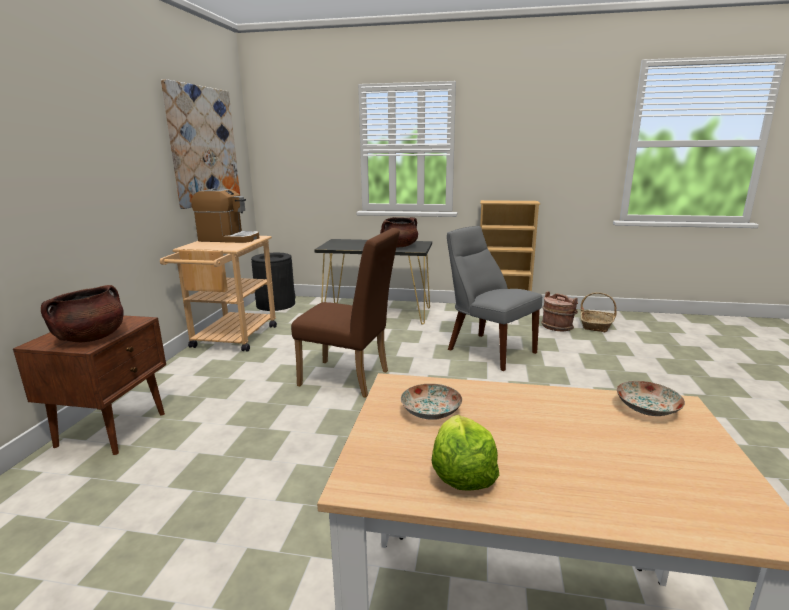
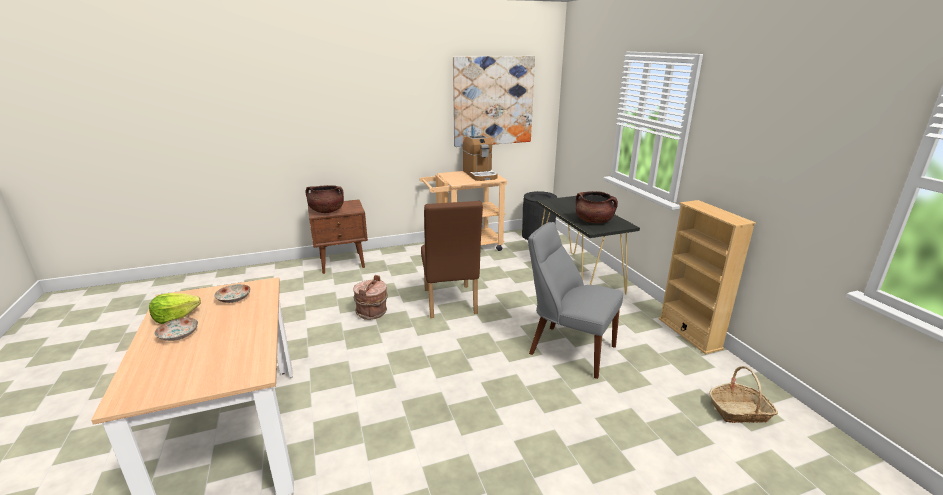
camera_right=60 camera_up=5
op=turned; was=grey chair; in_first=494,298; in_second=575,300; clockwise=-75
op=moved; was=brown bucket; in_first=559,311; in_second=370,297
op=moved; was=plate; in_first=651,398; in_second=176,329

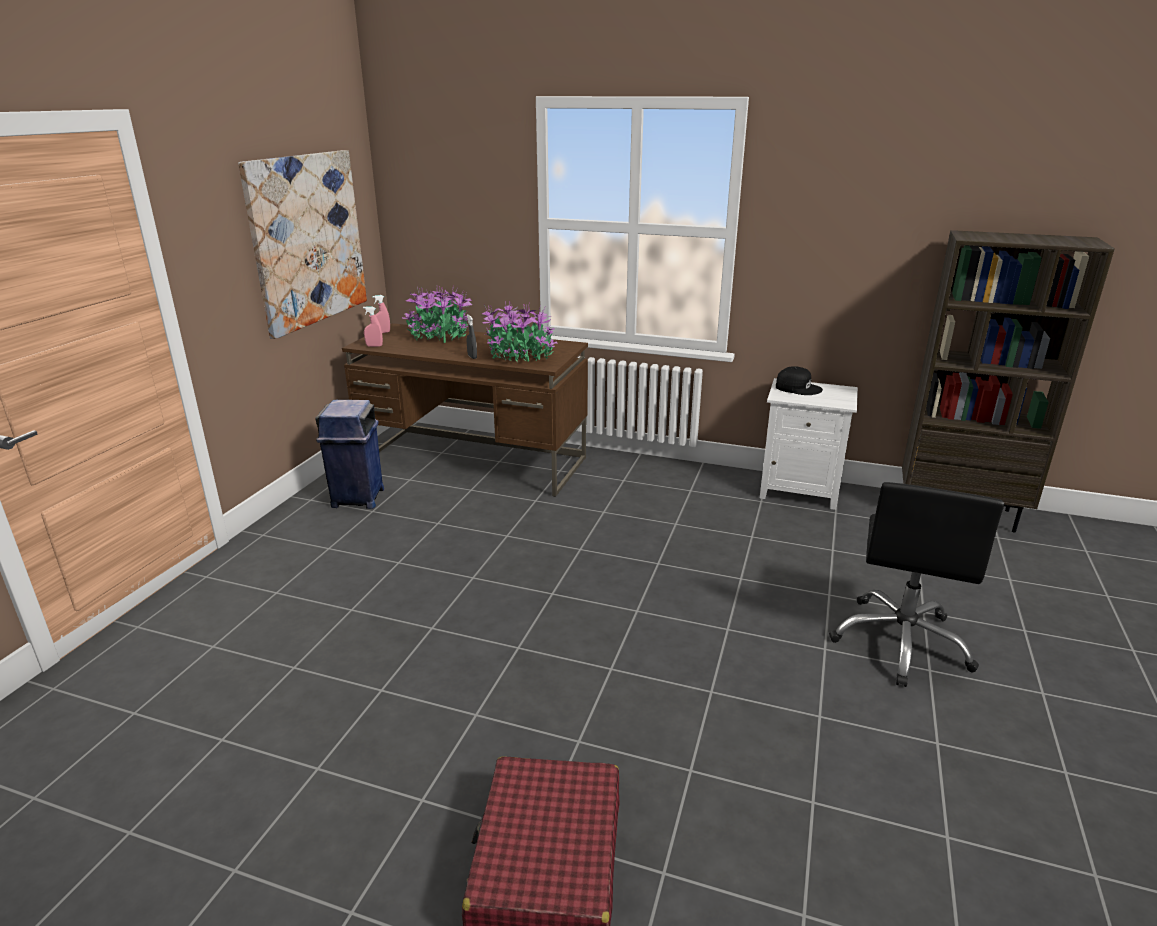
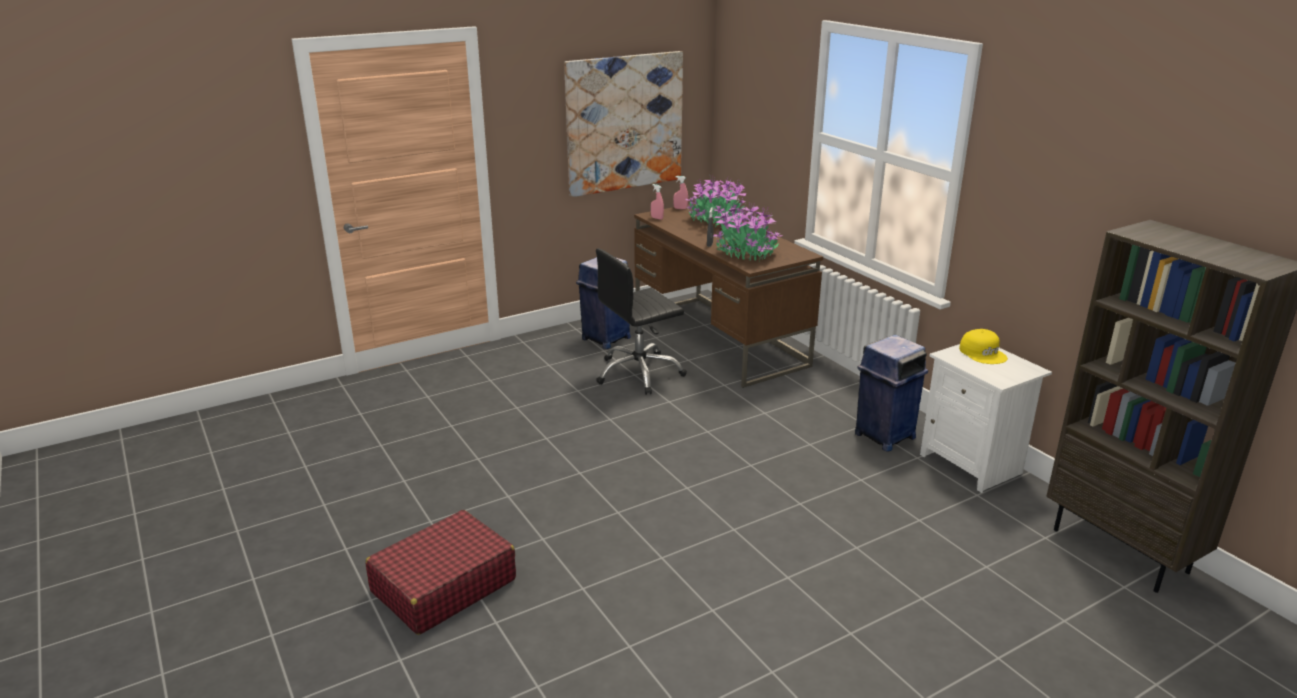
camera_right=40 camera_up=0
op=recoloured; was=black cap; now=yellow cap; in_first=799,380; in_second=983,346
op=moved; was=black office chair; in_first=916,584; in_second=641,321
op=added; now=blue trash can; in_second=891,393

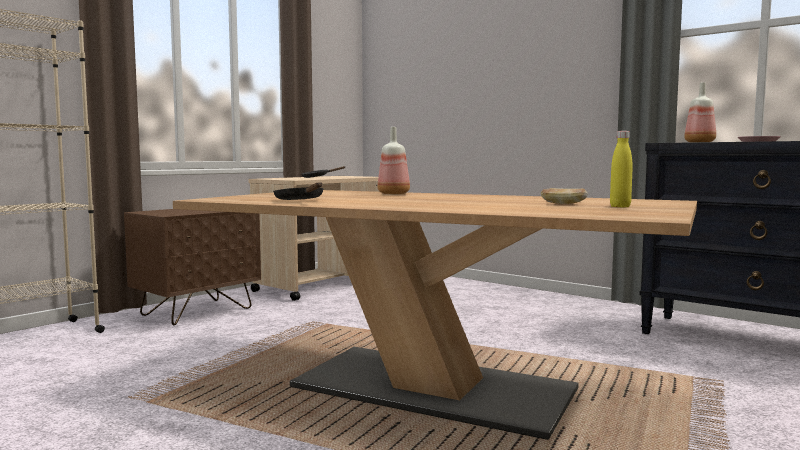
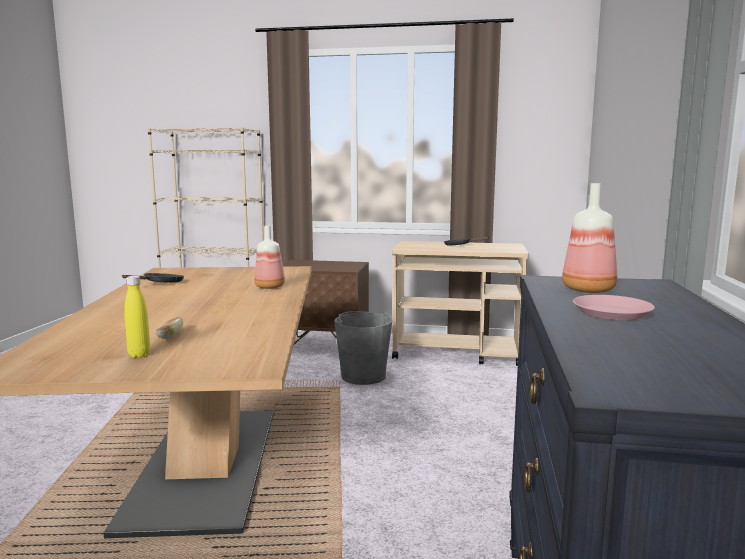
camera_right=60 camera_up=5
op=added; now=grey bucket; in_second=363,348

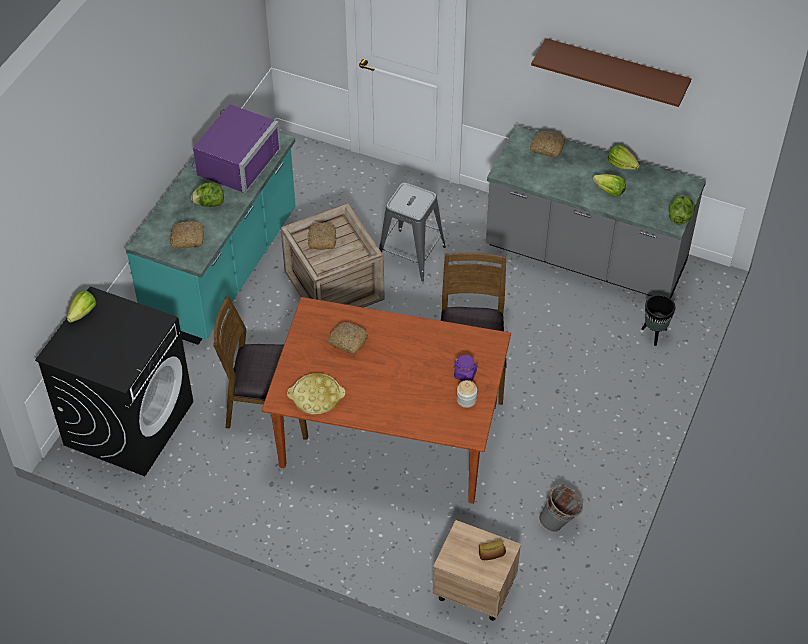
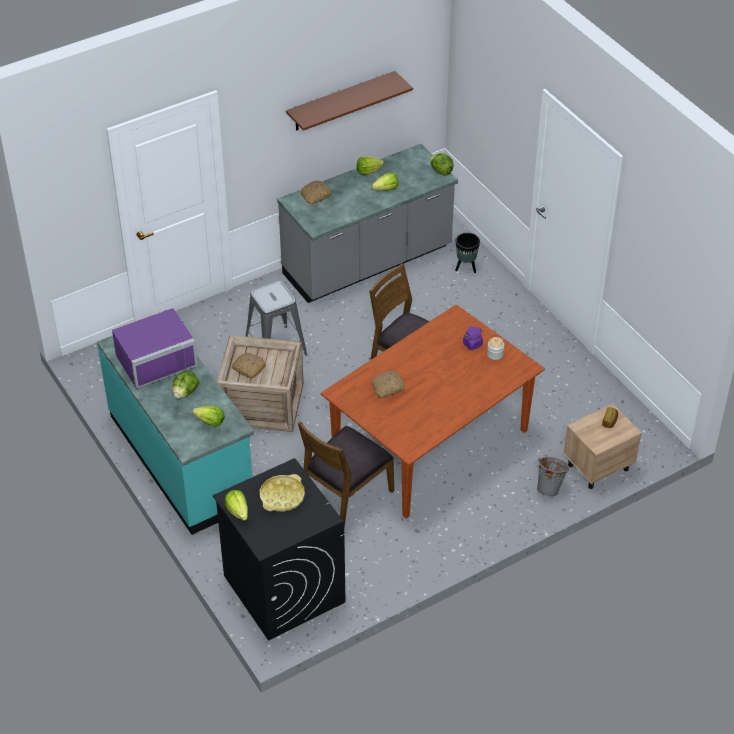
camera_right=-55 camera_up=-5
op=turned; was=purple microwave; in_first=236,148; in_second=155,348; clockwise=90
op=replaced; was=bread; now=lettuce; in_first=186,234; in_second=208,416
op=moved; was=yellow tray; in_first=316,393; in_second=282,493
op=moved; was=grey bucket; in_first=561,508; in_second=553,477

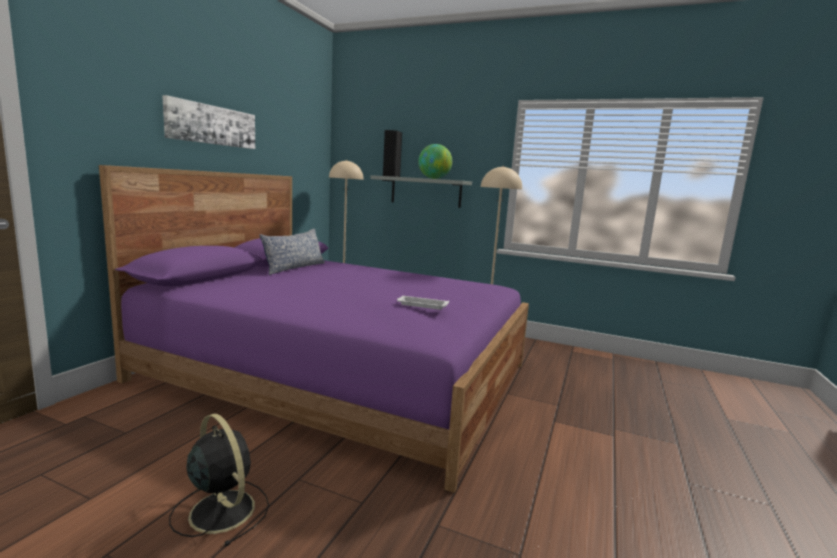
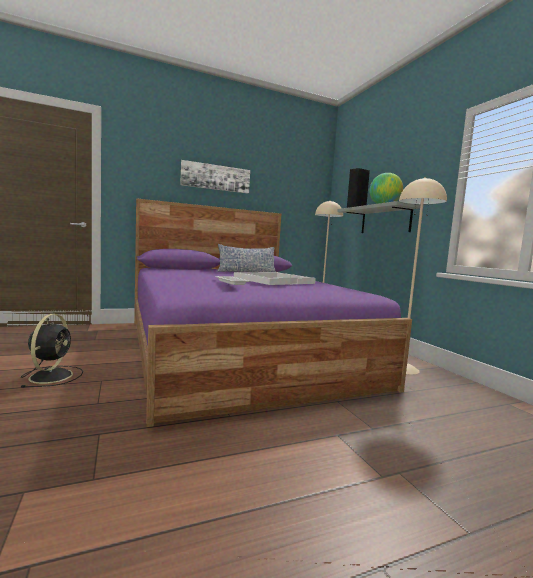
camera_right=45 camera_up=-5
op=added; now=white tray; in_second=275,278

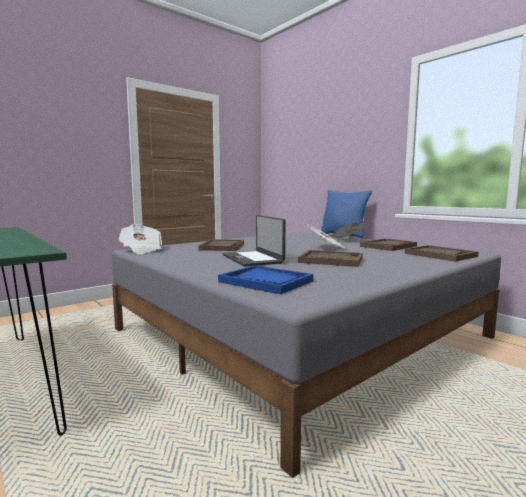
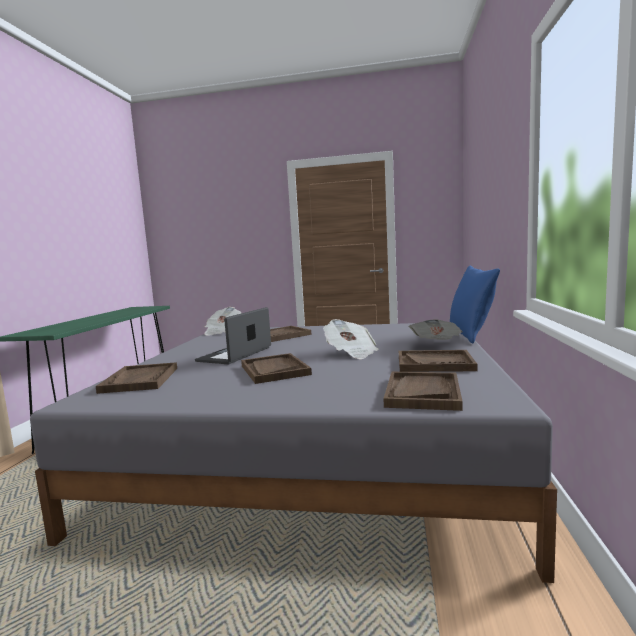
camera_right=50 camera_up=0
op=recoloured; was=blue tray; now=brown tray; in_first=265,279; in_second=136,378

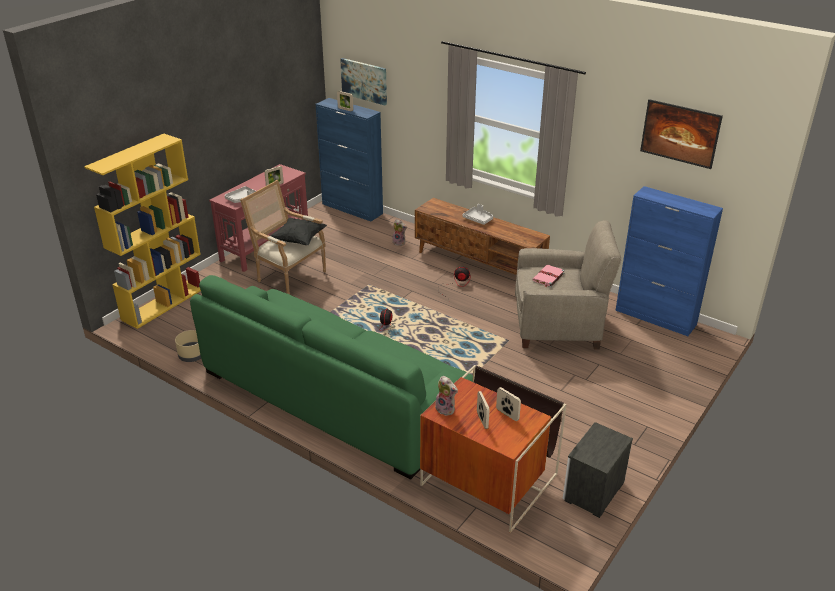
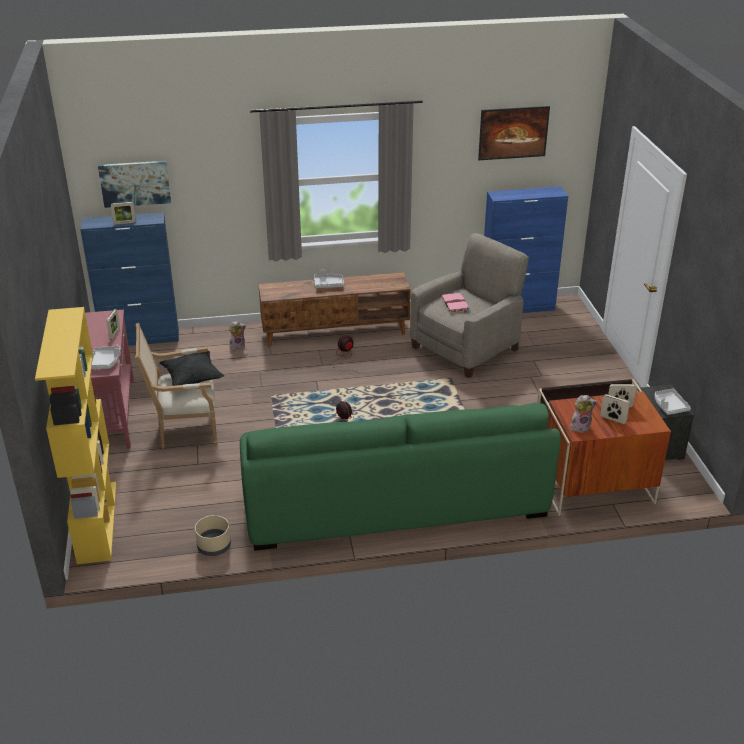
camera_right=-45 camera_up=0
op=added; now=grey tray; in_second=673,402

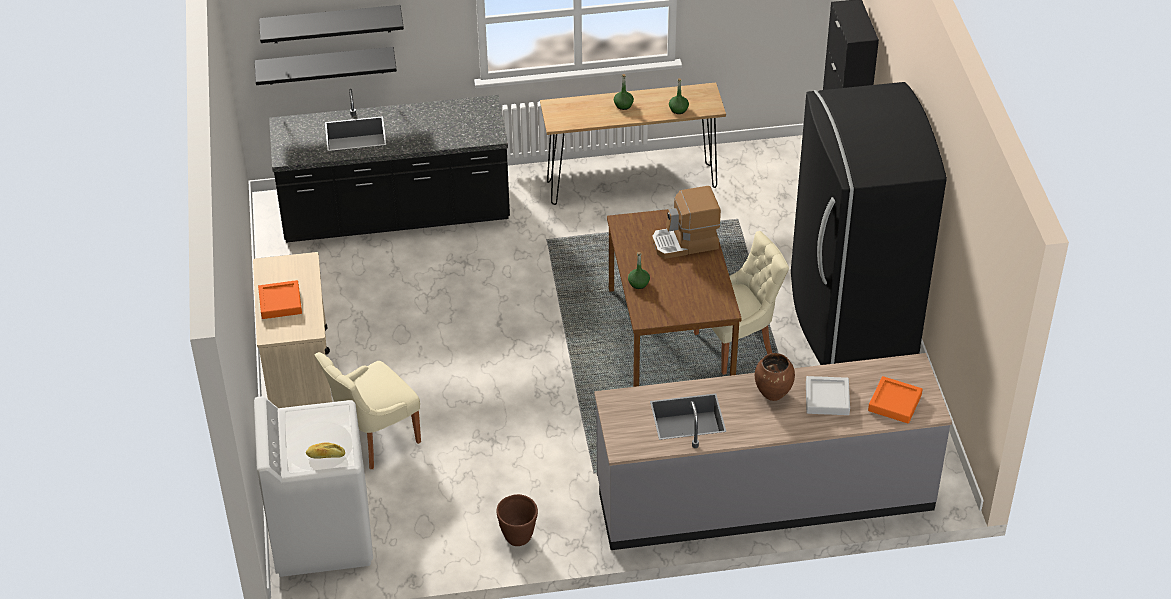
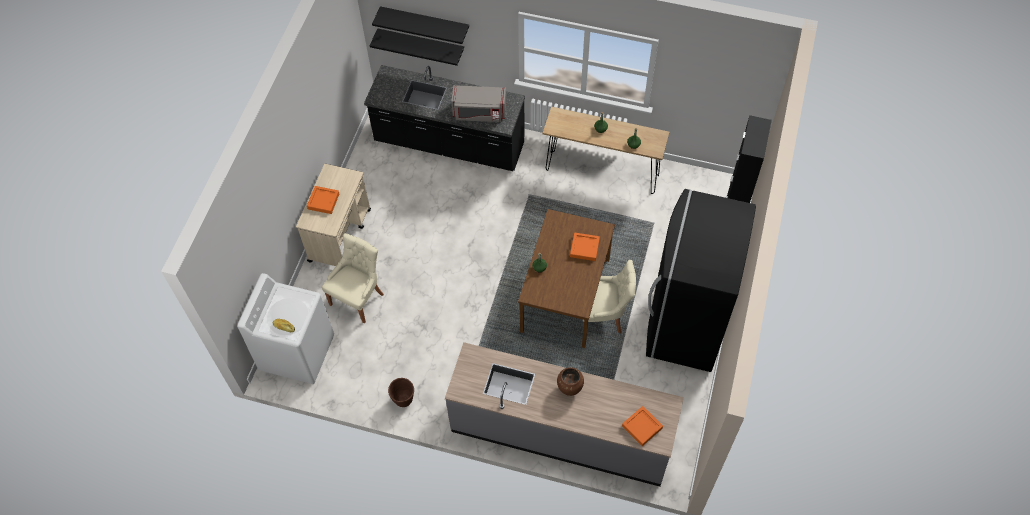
camera_right=25 camera_up=15
op=replaced; was=coffee machine; now=orange tray; in_first=686,222; in_second=585,247
op=turned; was=beige chair; in_first=367,410; in_second=353,278; clockwise=135
op=removed; was=grey tray; in_first=828,395
op=added; now=grey microwave; in_second=478,103

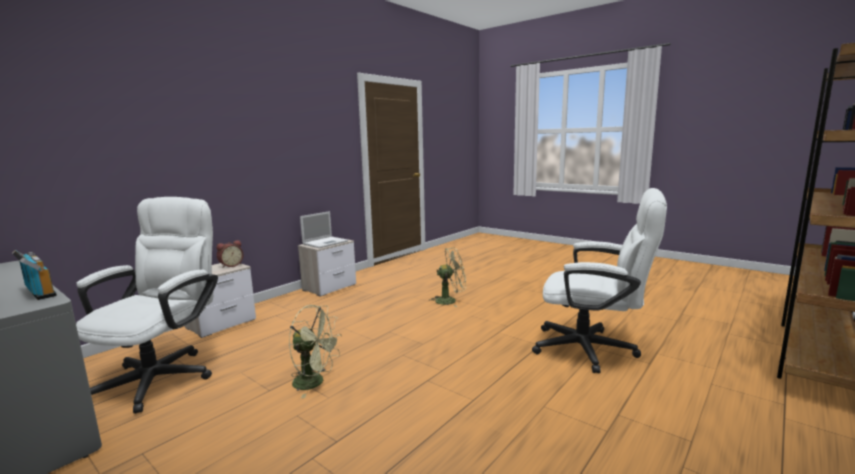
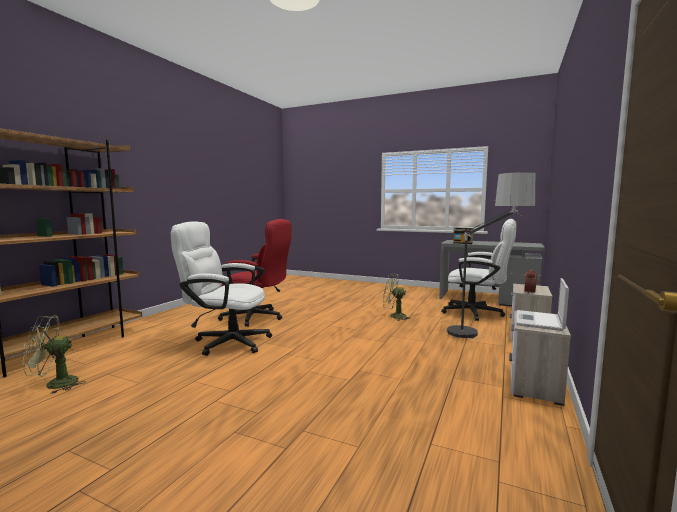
camera_right=165 camera_up=-5
op=turned; was=white office chair; in_first=147,305; in_second=479,270; clockwise=-60
op=moved; was=green fan; in_first=447,277; in_second=54,354
op=added; now=floor lamp; in_second=491,255
op=added; now=red office chair; in_second=255,273

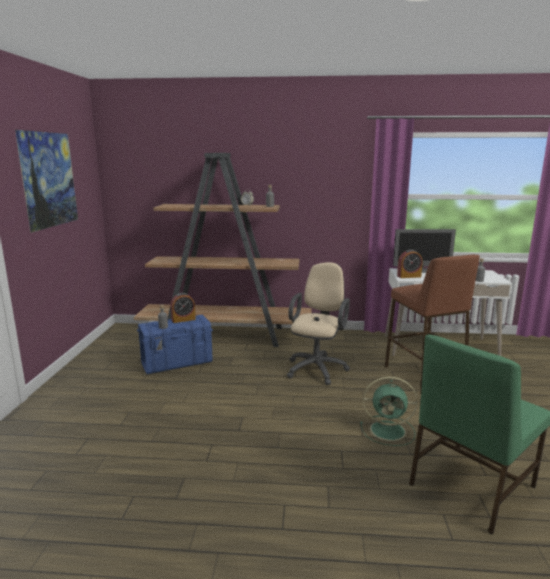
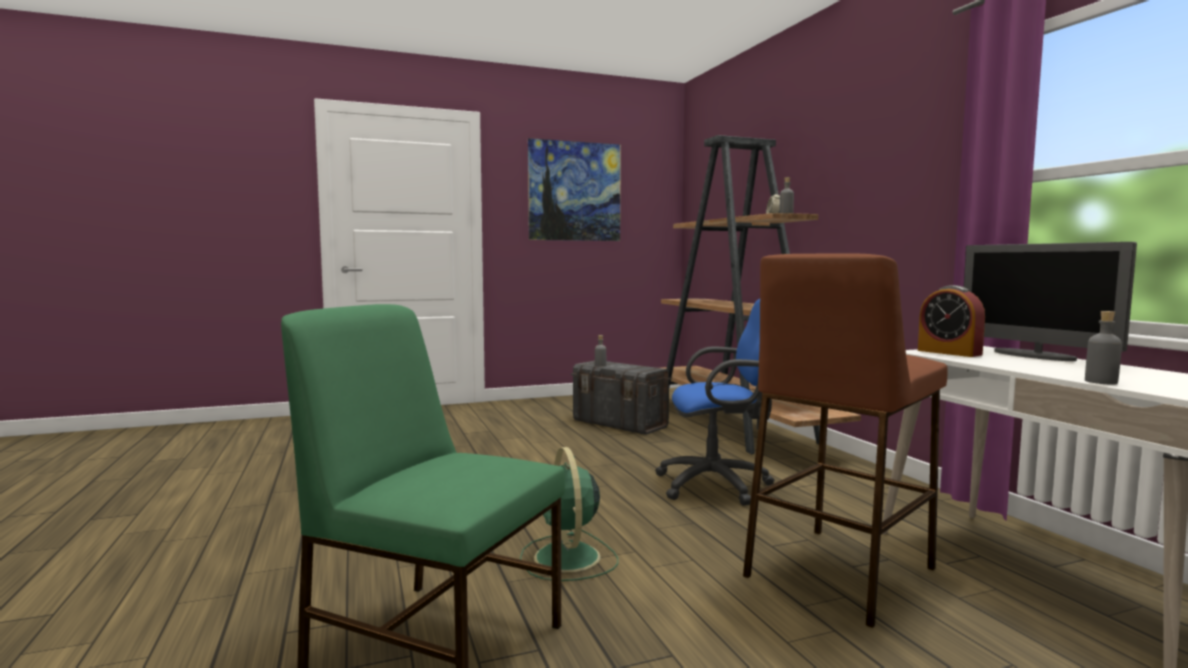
camera_right=65 camera_up=-10
op=recoloured; was=beige office chair; now=blue office chair; in_first=318,323; in_second=715,402
op=removed; was=alarm clock; in_first=183,308
op=recoloured; was=blue storage box; now=grey storage box; in_first=175,344; in_second=621,398

